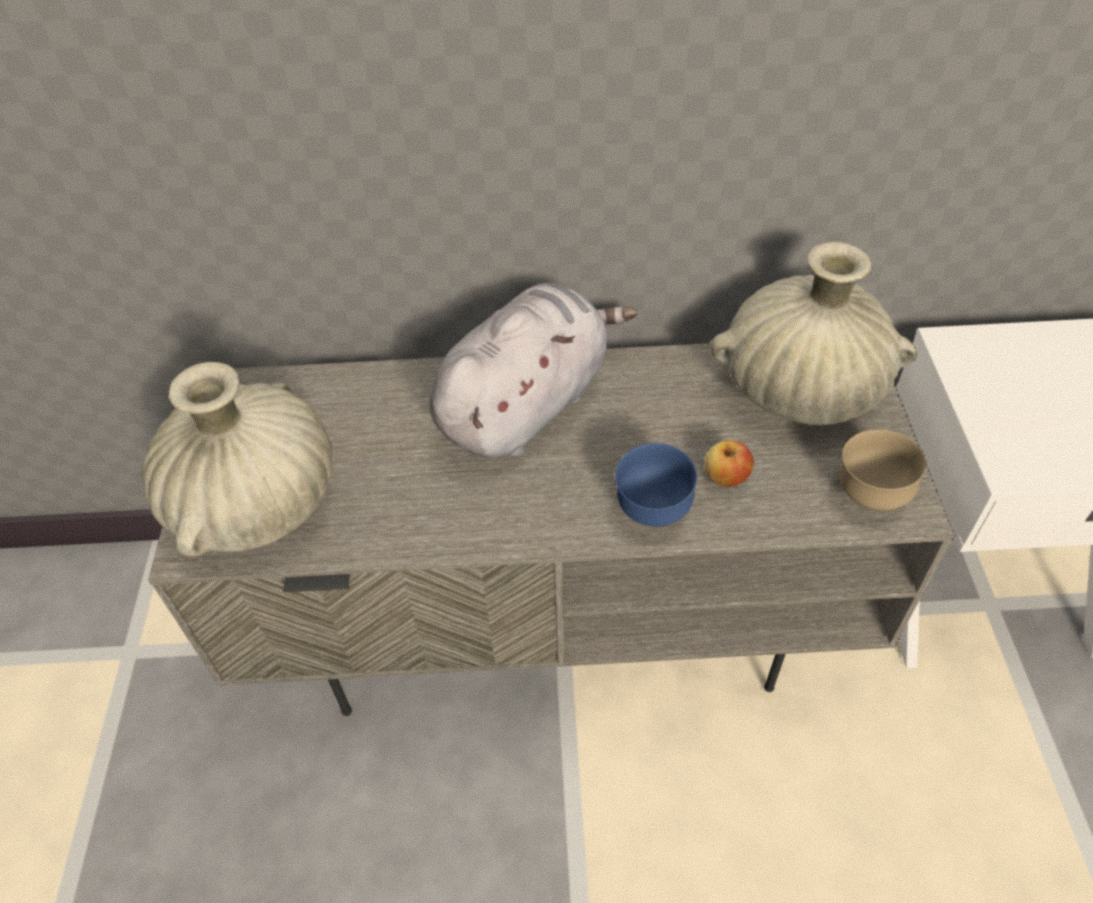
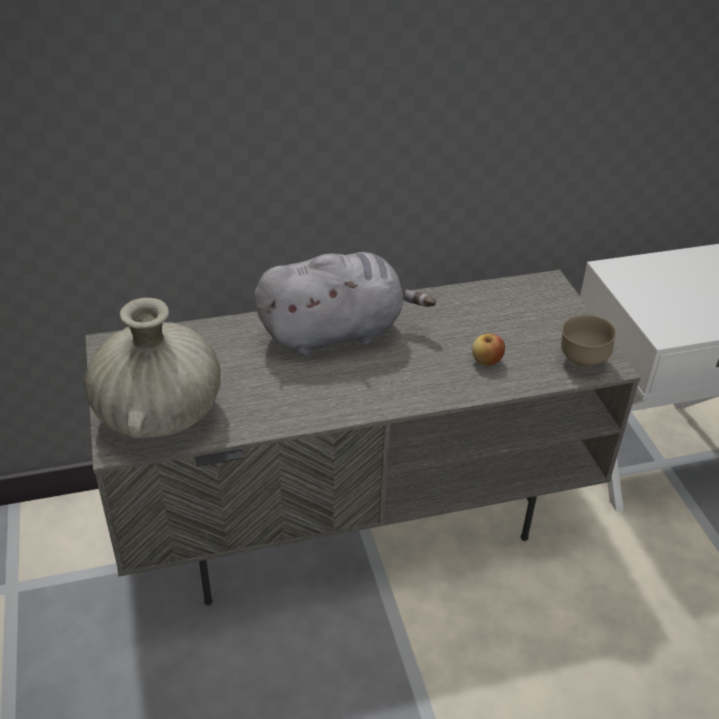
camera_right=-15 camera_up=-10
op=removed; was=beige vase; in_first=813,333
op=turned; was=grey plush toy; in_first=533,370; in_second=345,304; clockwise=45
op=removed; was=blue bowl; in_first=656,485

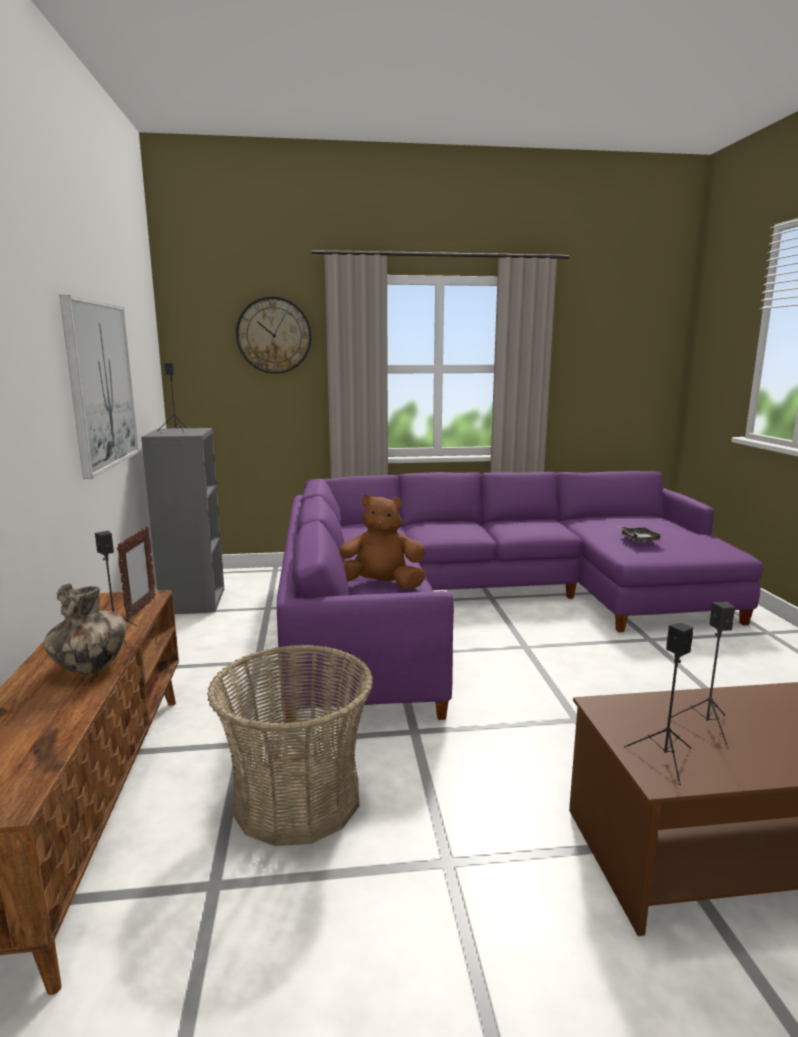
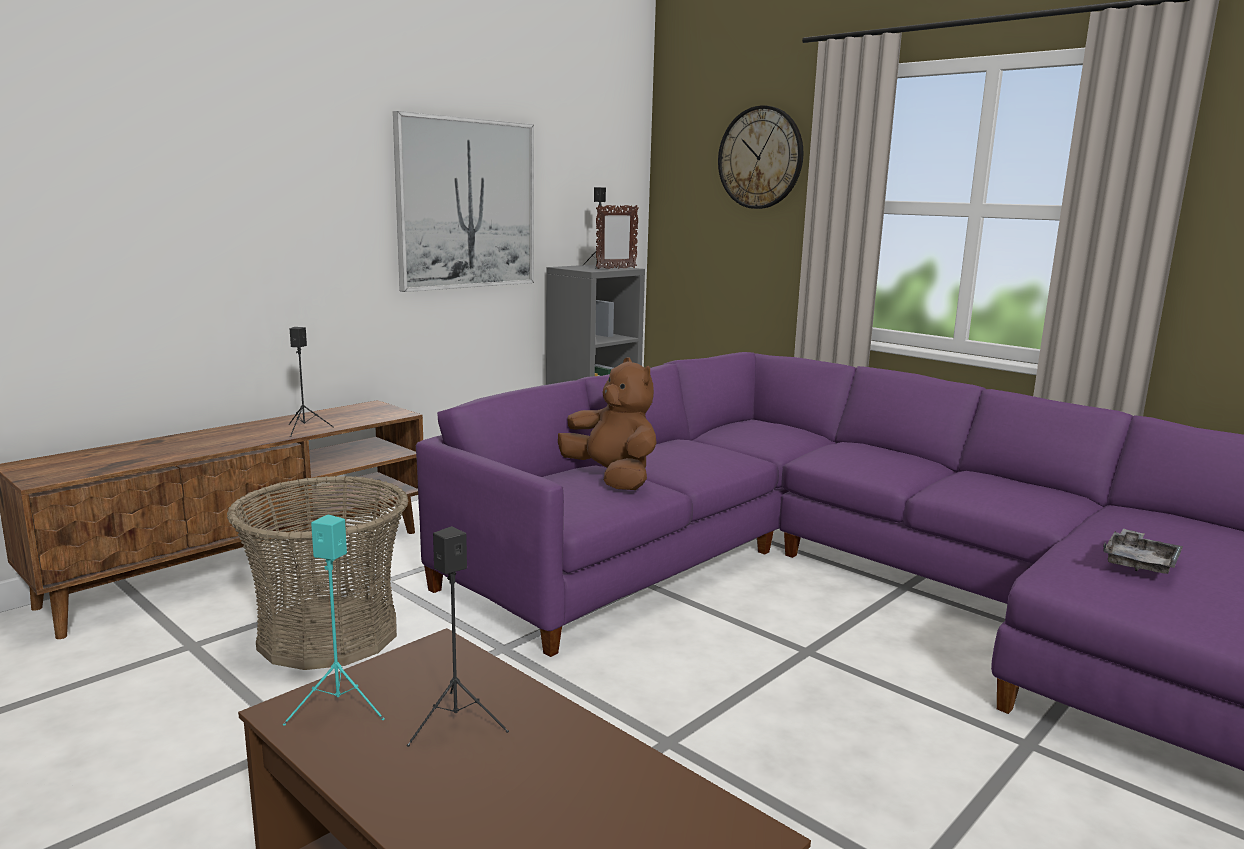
camera_right=50 camera_up=0
op=moved; was=picture frame; in_first=136,573; in_second=617,237
op=removed; was=vase; in_first=85,629
op=recoloured; was=black speaker; now=turquoise speaker; in_first=659,704; in_second=334,620

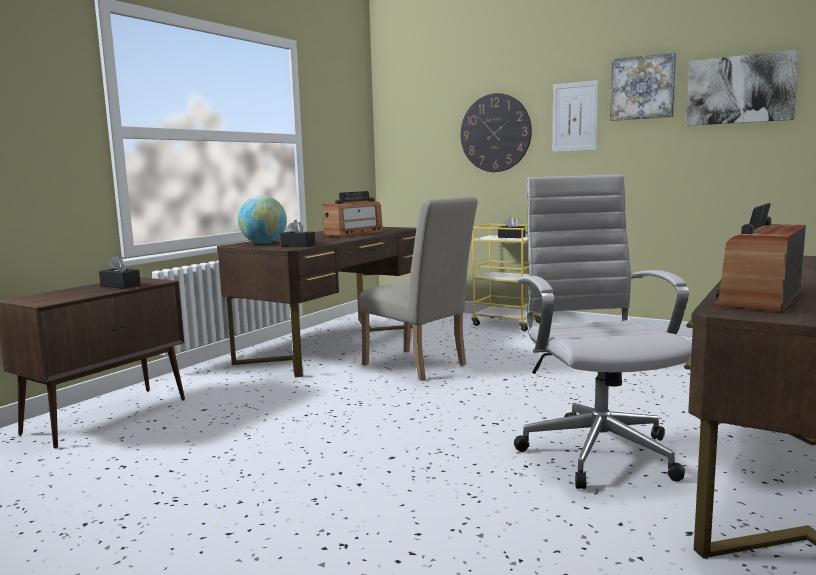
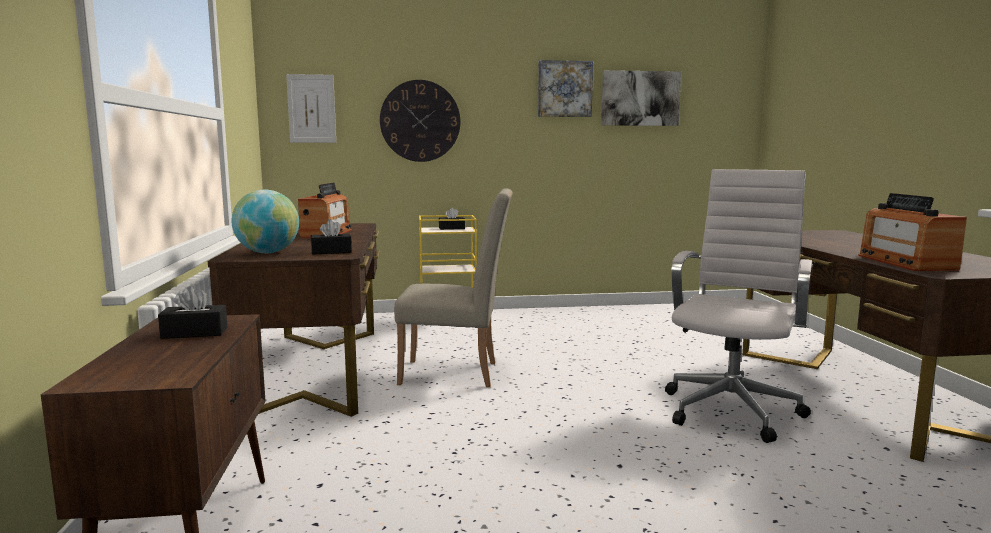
camera_right=-40 camera_up=0
op=moved; was=picture; in_first=575,116; in_second=311,108
op=turned; was=white office chair; in_first=603,332; in_second=739,306; clockwise=75

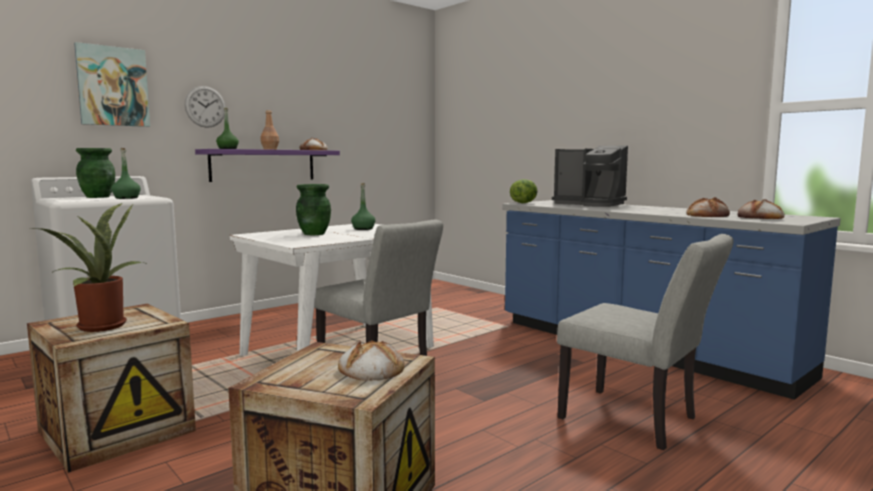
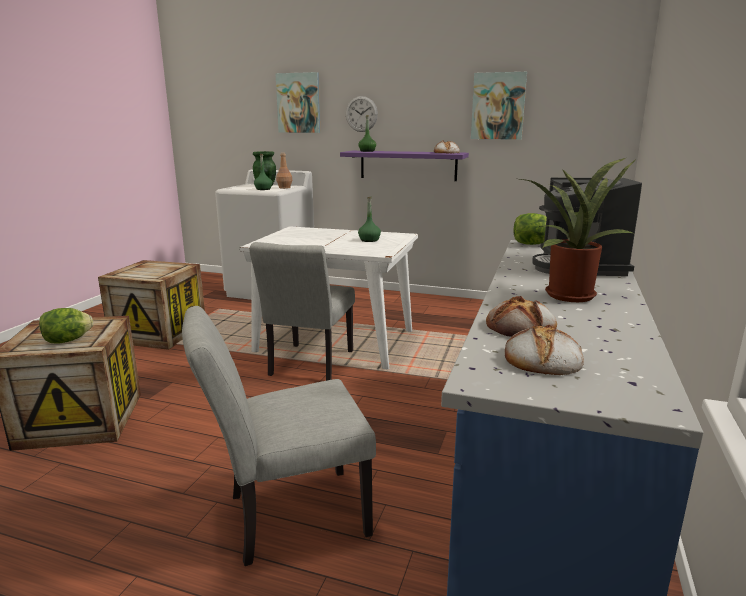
camera_right=60 camera_up=10
op=moved; was=brown bottle; in_first=269,130; in_second=284,171
op=removed; was=green vase; in_first=313,209
op=moved; was=potted plant; in_first=87,267; in_second=579,230
op=turned; was=grey chair; in_first=645,342; in_second=279,436; clockwise=60
op=replaced; was=bread; now=lettuce; in_first=371,360; in_second=66,326
op=added; now=picture; in_second=499,106

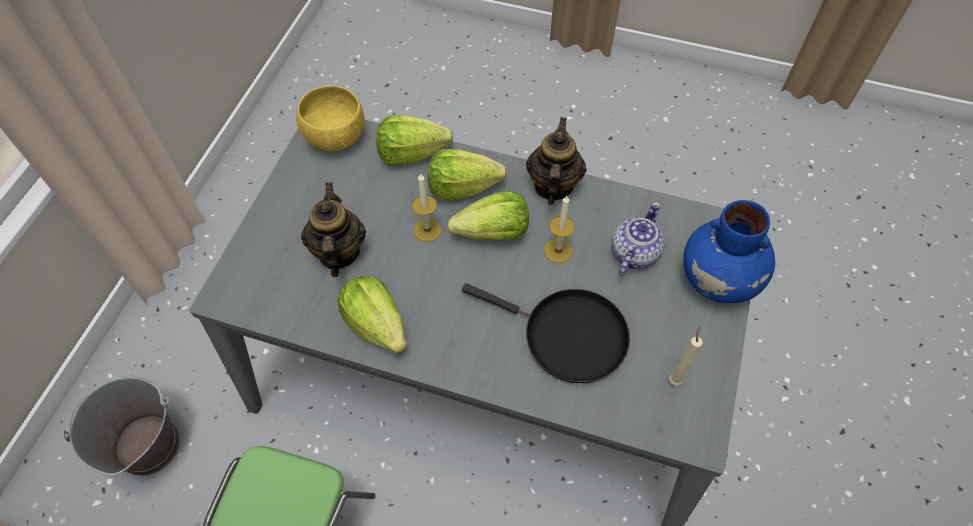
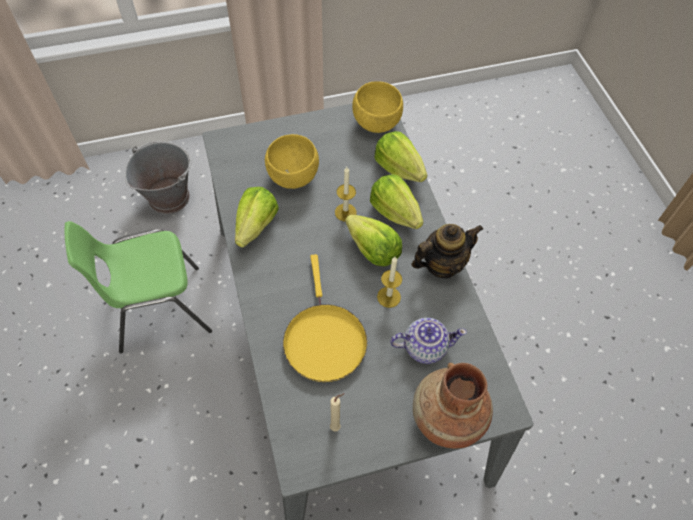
camera_right=55 camera_up=0
op=replaced; was=teapot; now=yellow bowl; in_first=333,229; in_second=292,161
op=recoloured; was=blue vase; now=brown vase; in_first=729,251; in_second=453,406
op=recoloured; was=black frying pan; now=yellow frying pan; in_first=546,333; in_second=325,318

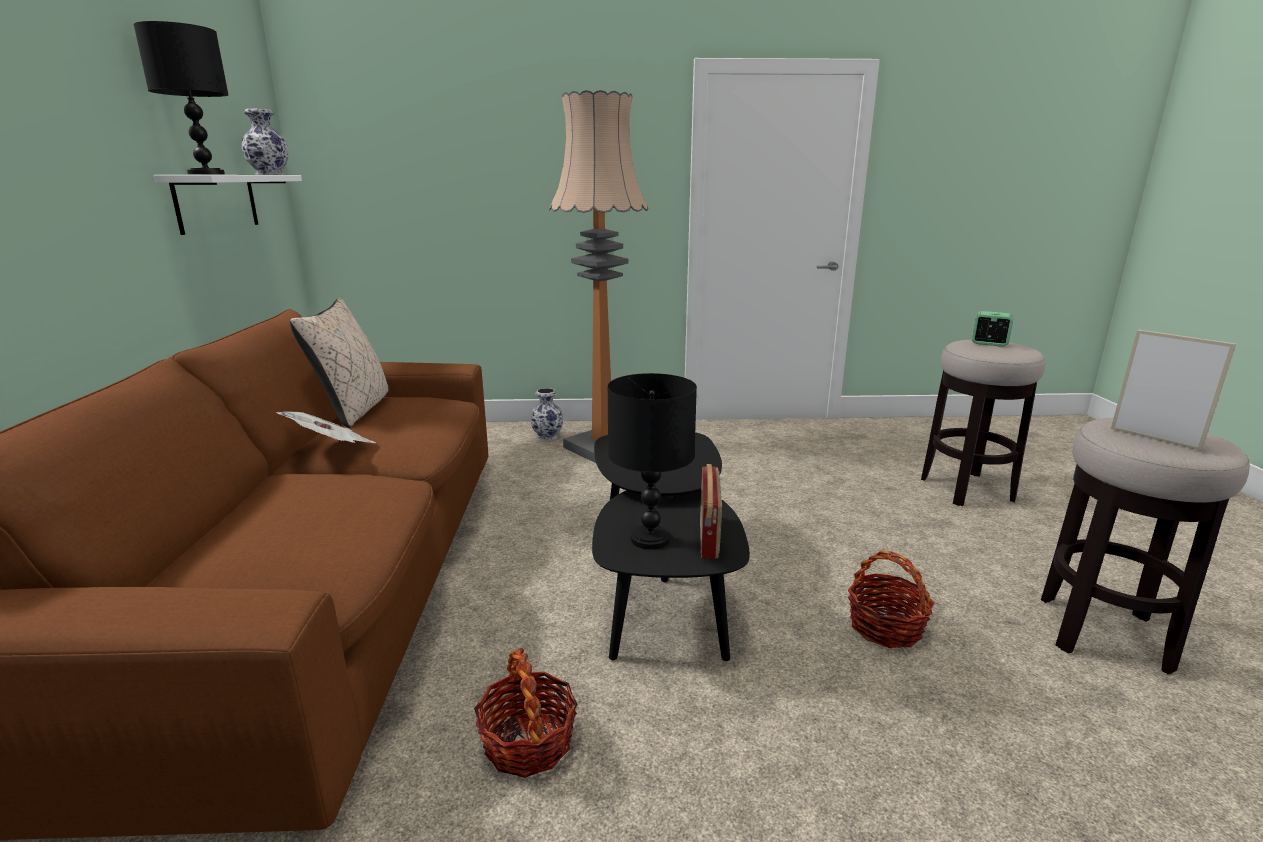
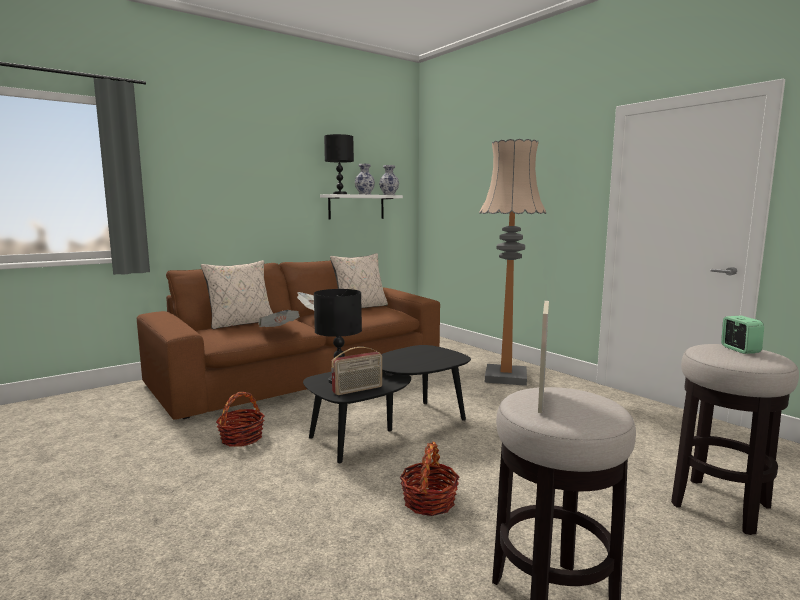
camera_right=55 camera_up=-10
op=moved; was=vase; in_first=547,414; in_second=365,179
op=added; now=beige pillow; in_second=237,294
op=added; now=newspaper; in_second=279,318

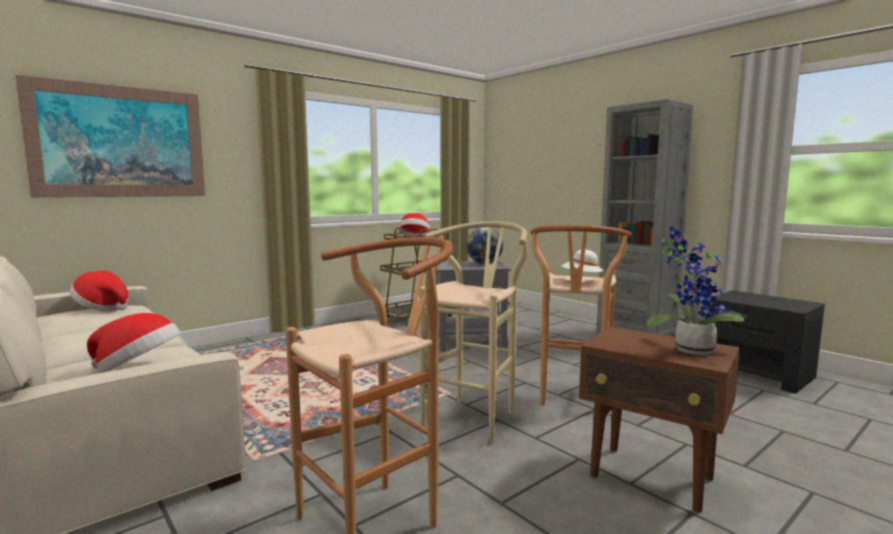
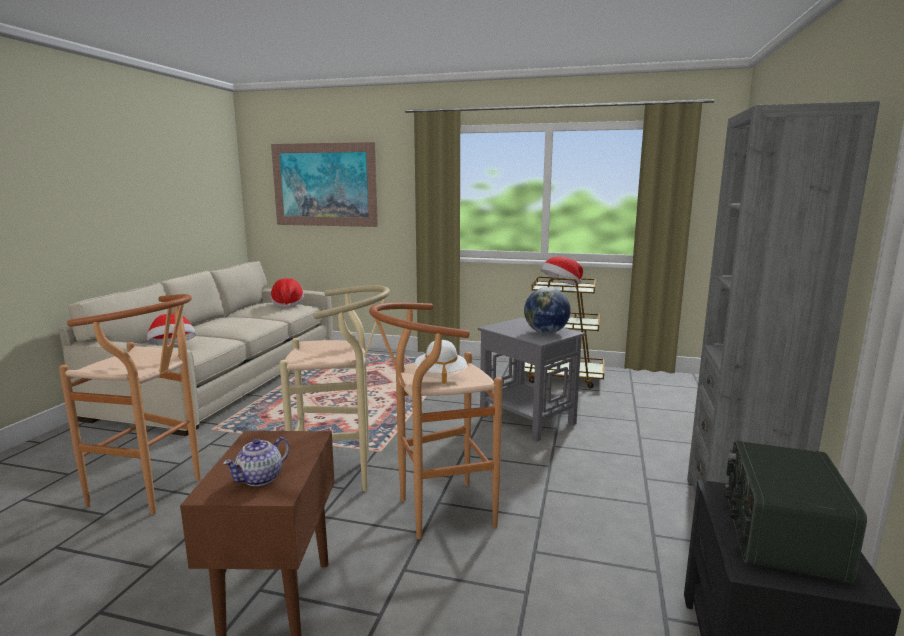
camera_right=55 camera_up=5
op=replaced; was=potted plant; now=teapot; in_first=697,290; in_second=256,461
op=added; now=radio; in_second=795,512

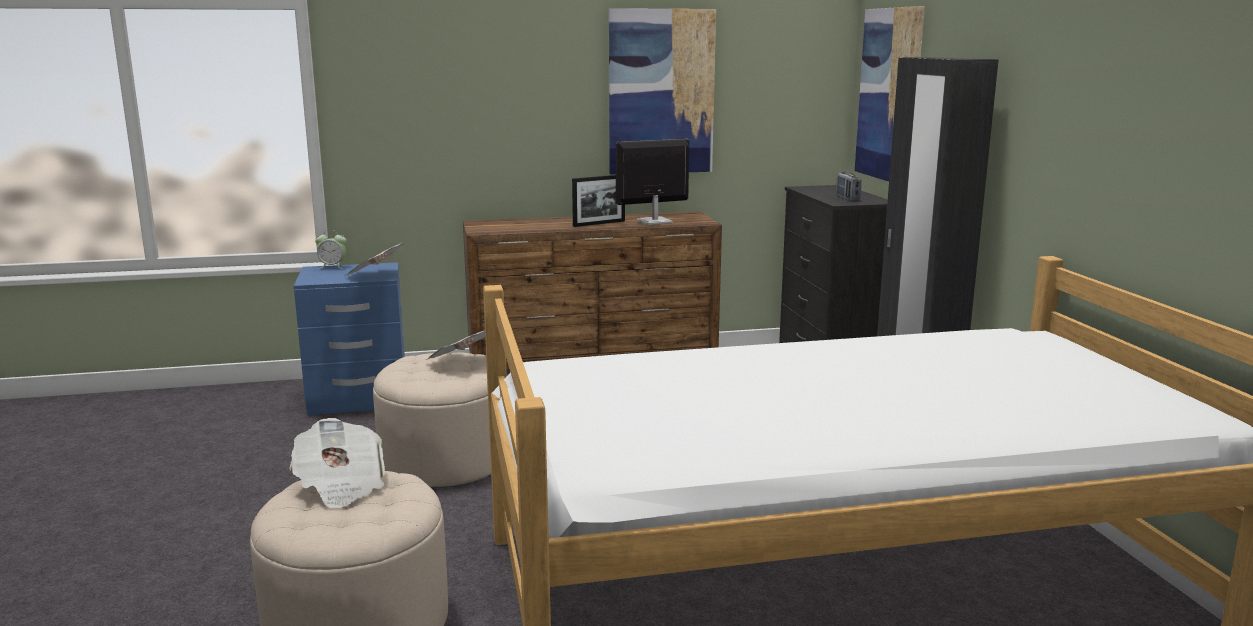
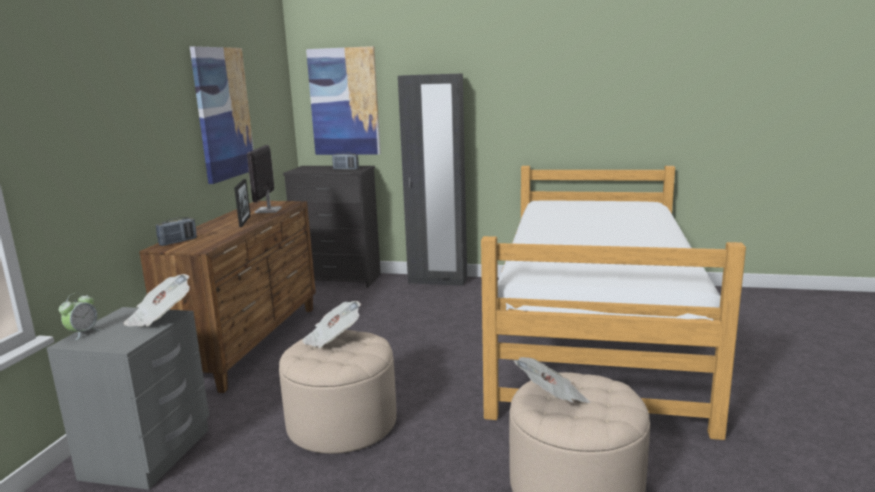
camera_right=-65 camera_up=0
op=recoloured; was=blue nightstand; now=grey nightstand; in_first=349,338; in_second=128,398
op=added; now=radio; in_second=176,231

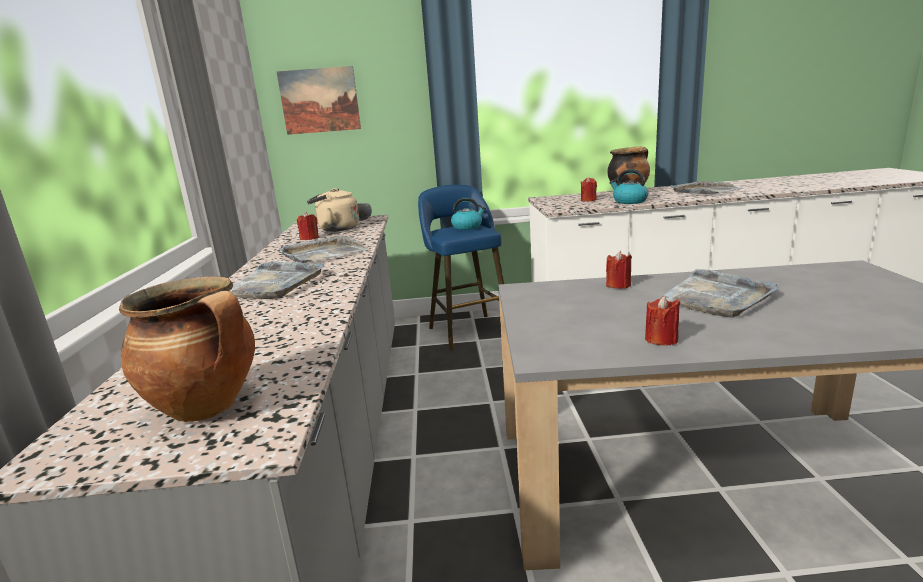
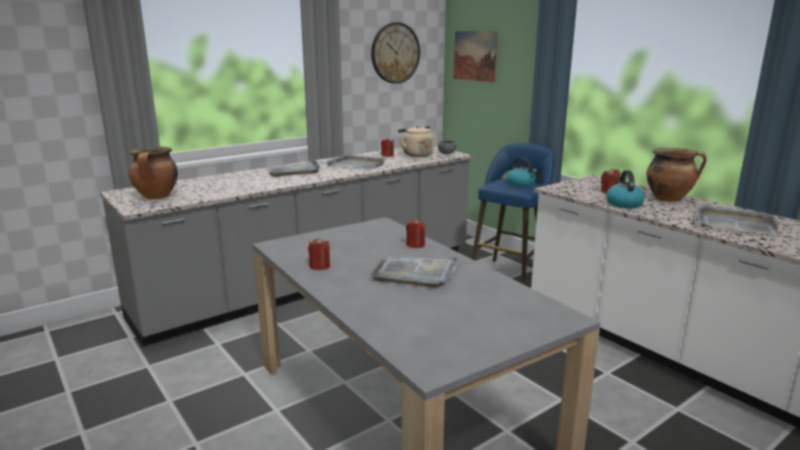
camera_right=55 camera_up=0
op=added; now=wall clock; in_second=395,53

